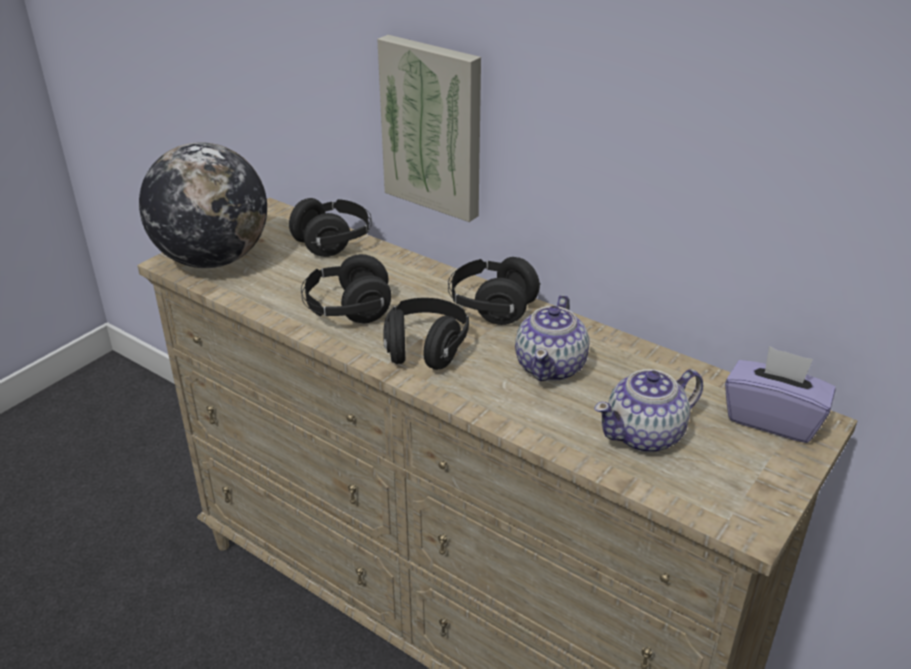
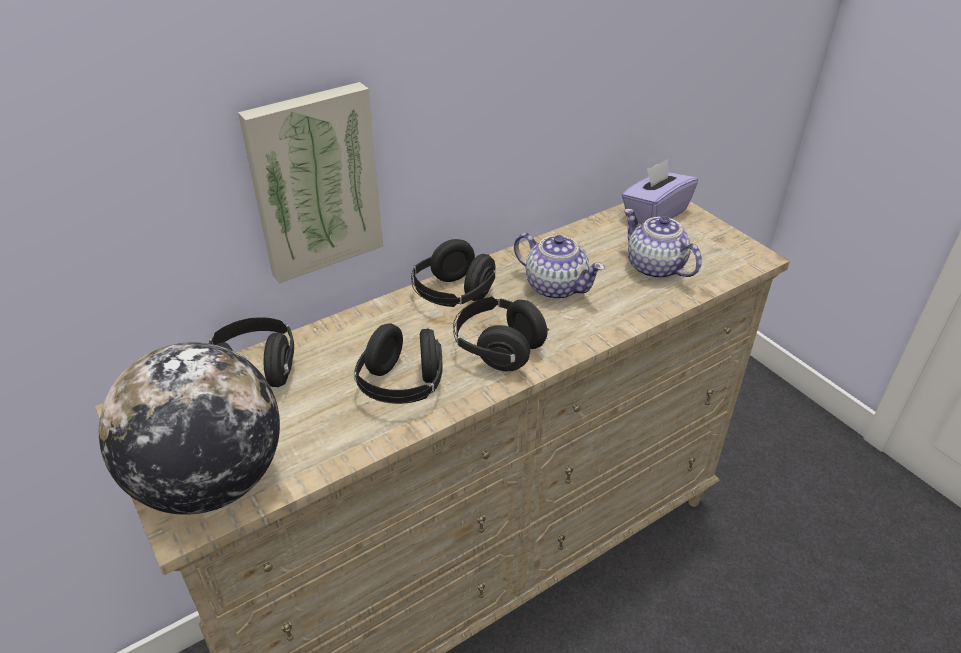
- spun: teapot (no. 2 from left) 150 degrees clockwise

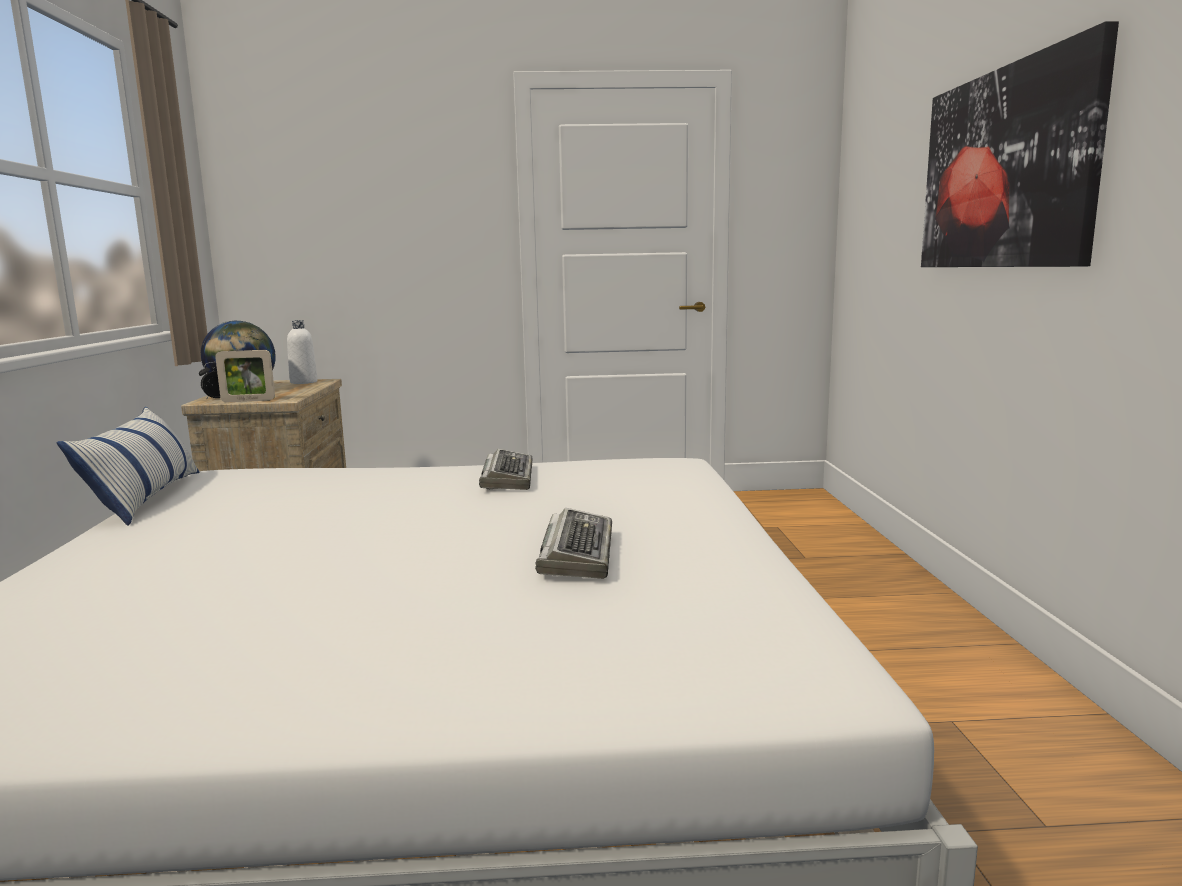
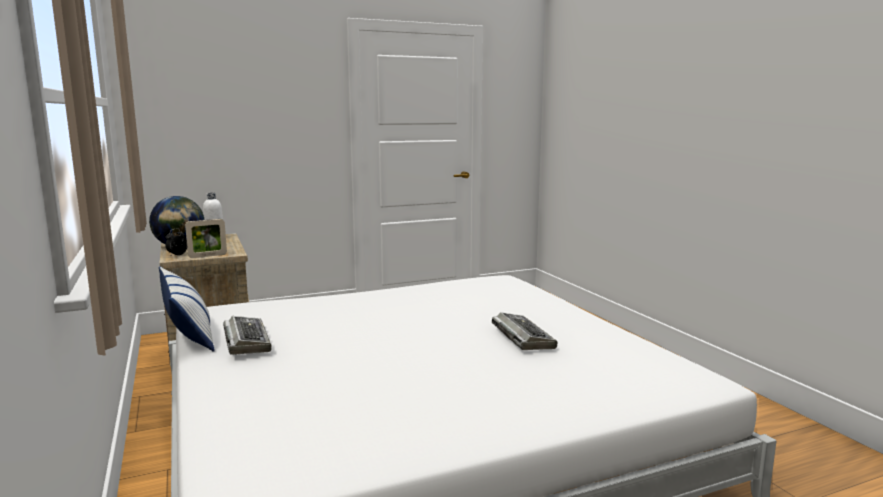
- missing: picture
- relocated: keyboard (no. 1 from left)

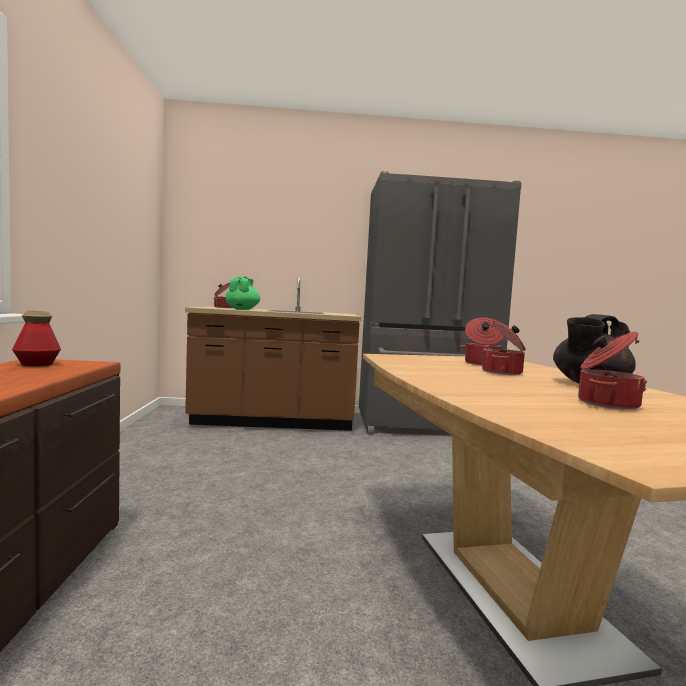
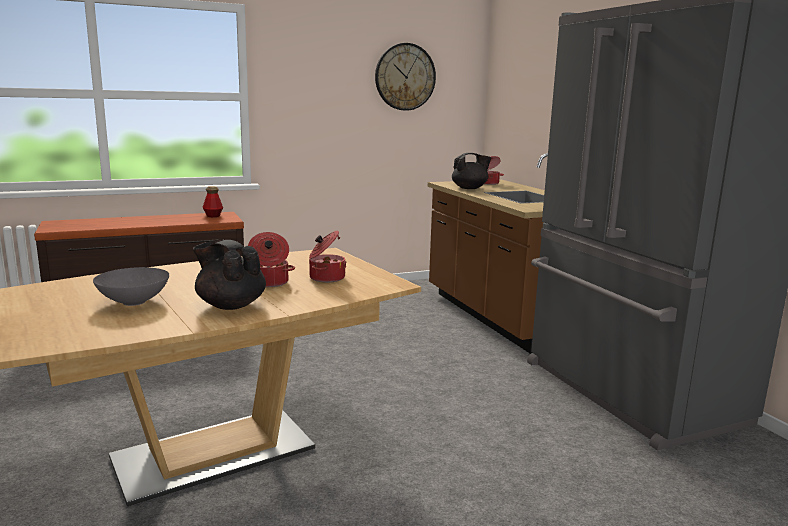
- colour: teapot (green) to teapot (black) (no. 2 from left)
- exchanged: cooking pot (no. 4 from left) to bowl (grey)
- appeared: wall clock

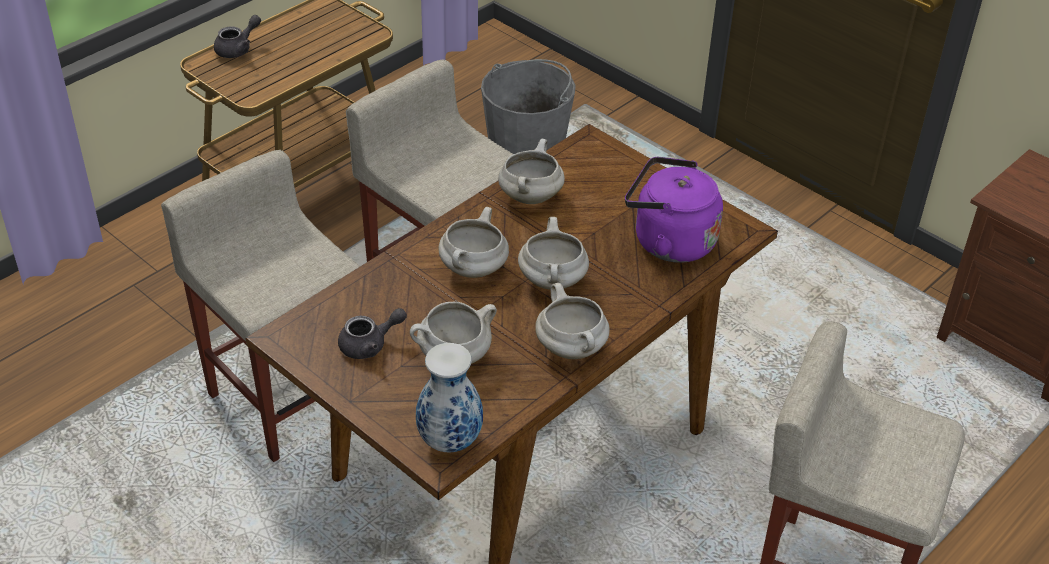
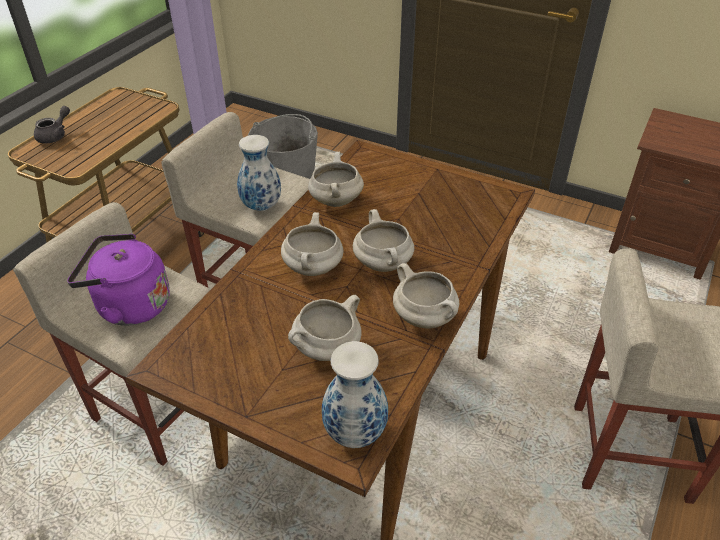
- relocated: kettle (purple)
- missing: teapot (grey) (no. 2 from left)
- appeared: vase (no. 1 from left)

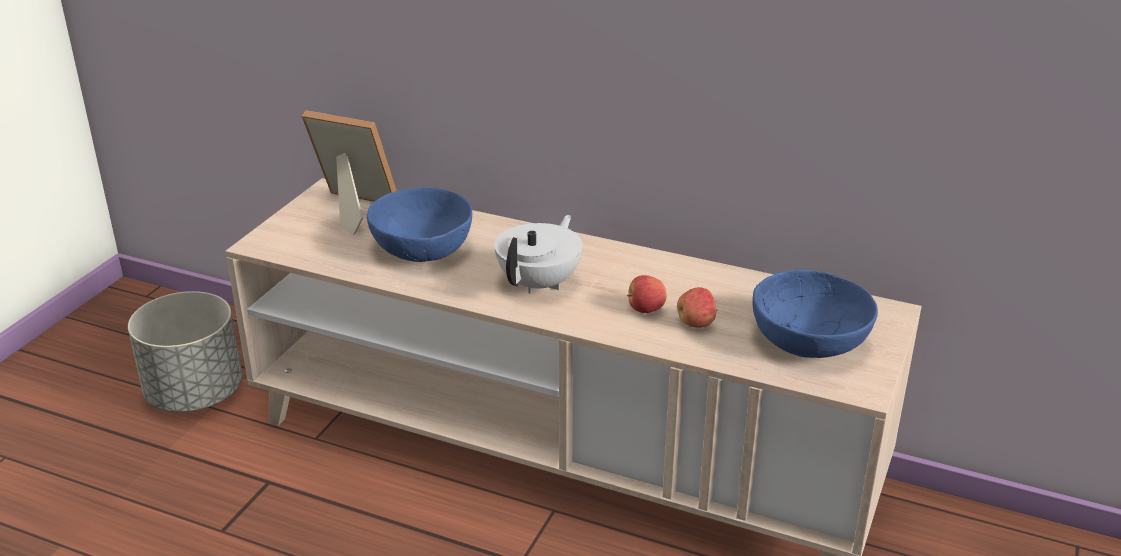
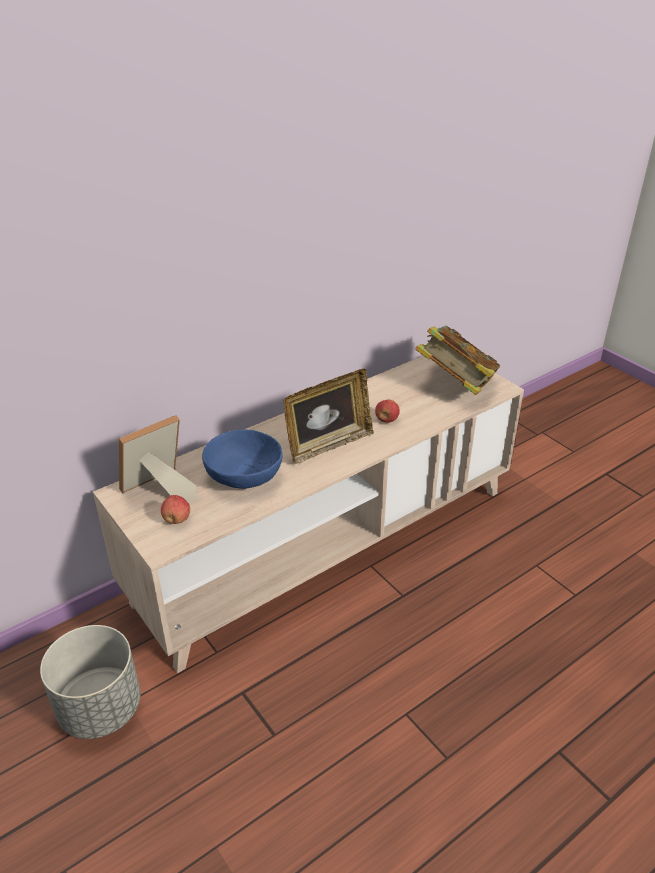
- exchanged: teapot (white) to picture frame (no. 2 from left)
- exchanged: bowl (blue) (no. 2 from left) to book
- relocated: apple (no. 2 from left in the first image) to apple (no. 1 from left)

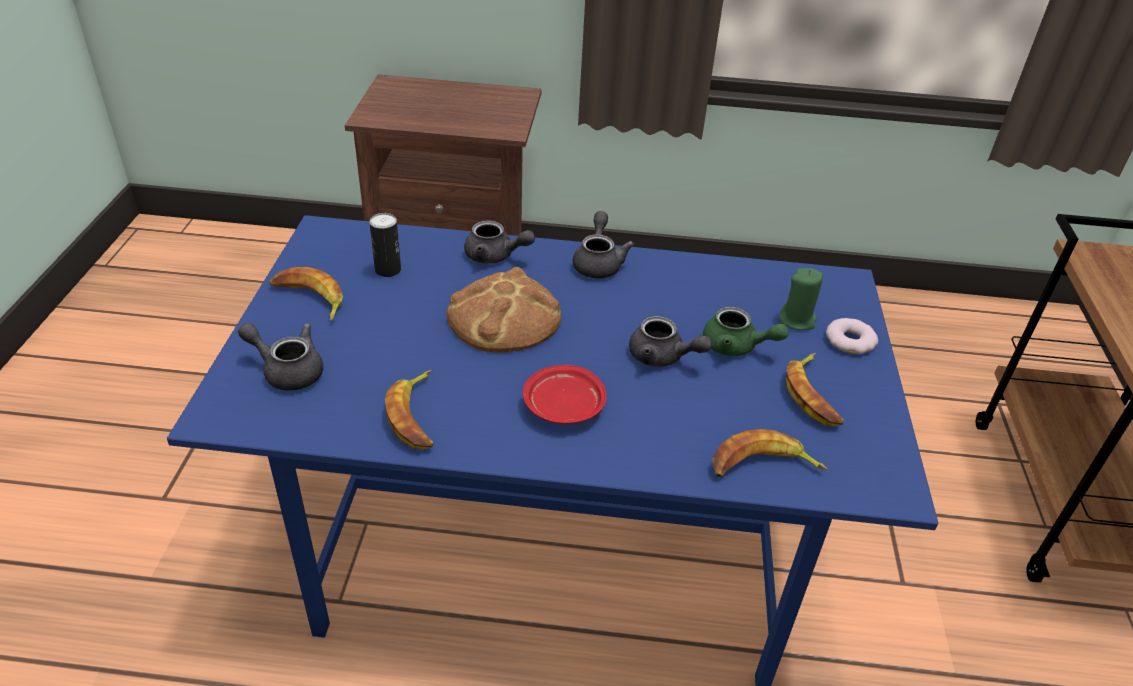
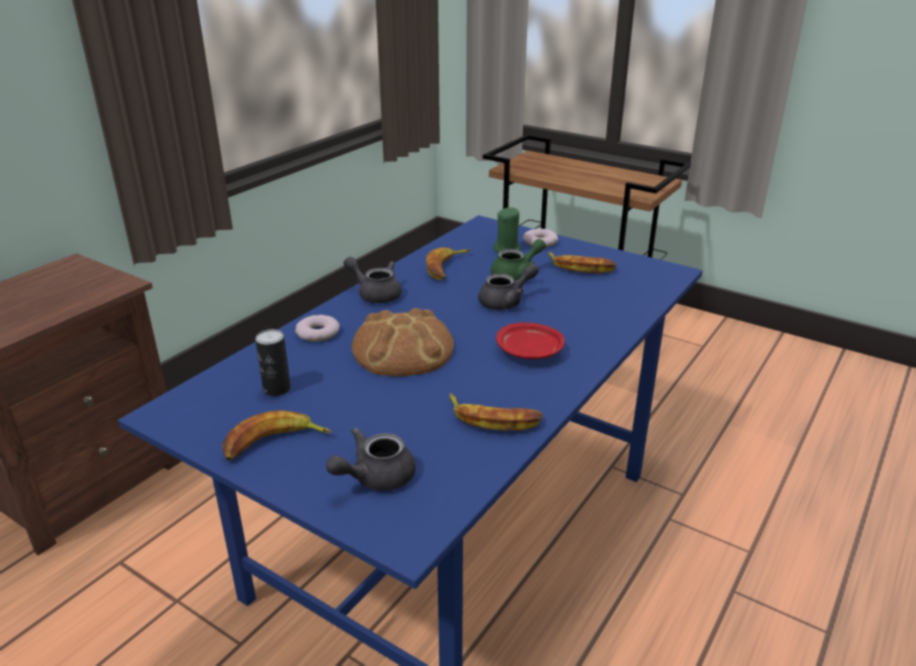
- exchanged: teapot (grey) (no. 2 from left) to donut (no. 1 from left)
- relocated: banana (no. 3 from left in the first image) to banana (no. 2 from left)

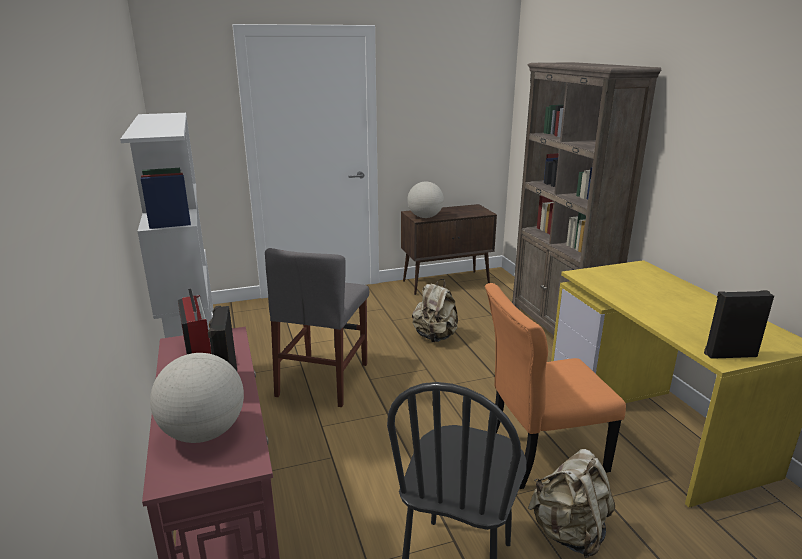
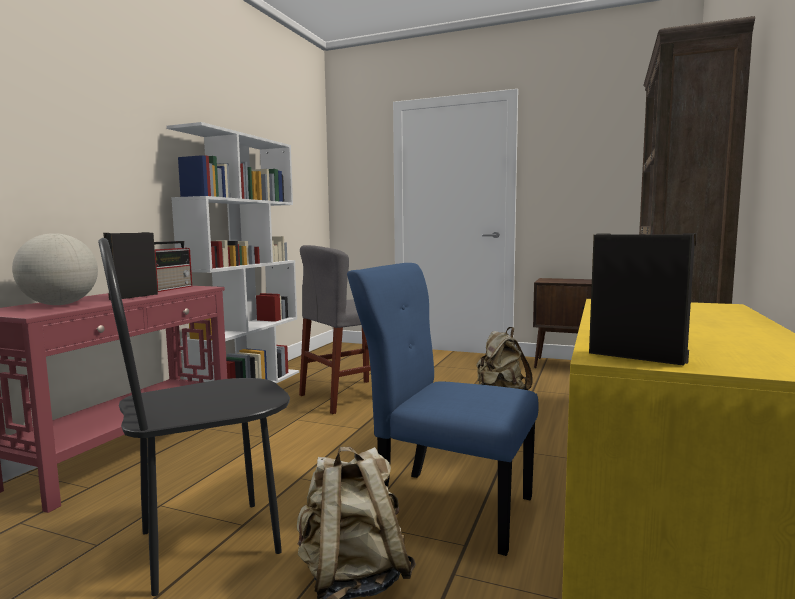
- missing: globe (no. 2 from left)
- colour: chair (orange) to chair (blue)

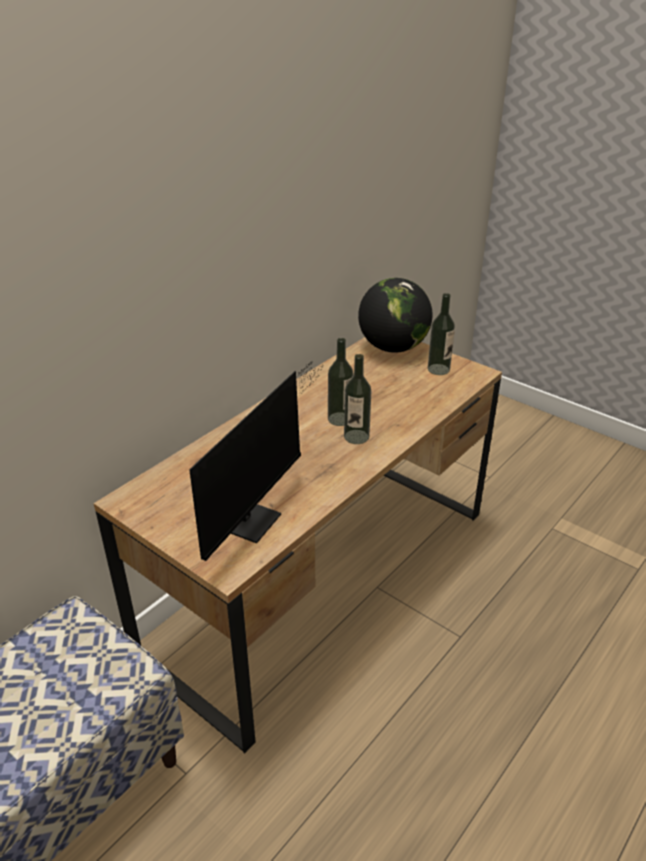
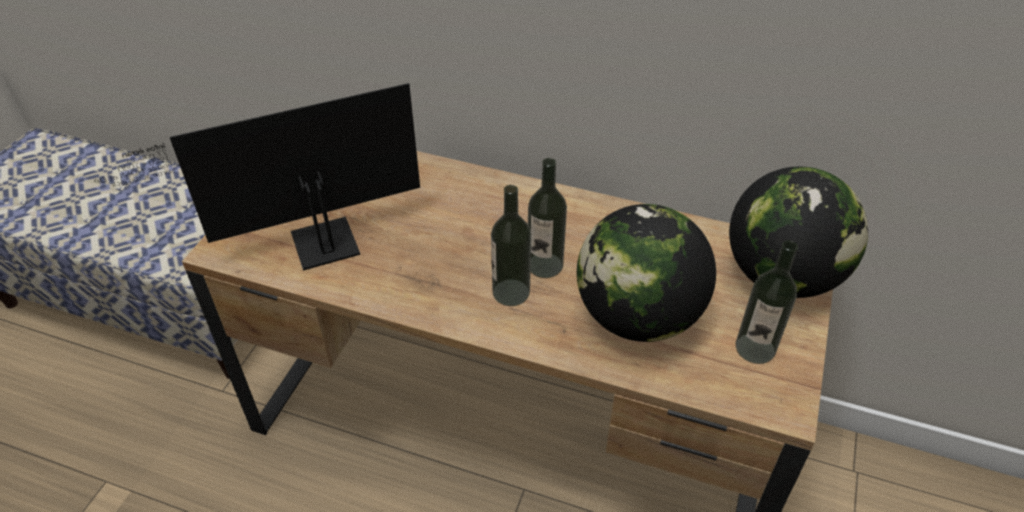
- spun: monitor 150 degrees clockwise
- appeared: globe (no. 1 from left)

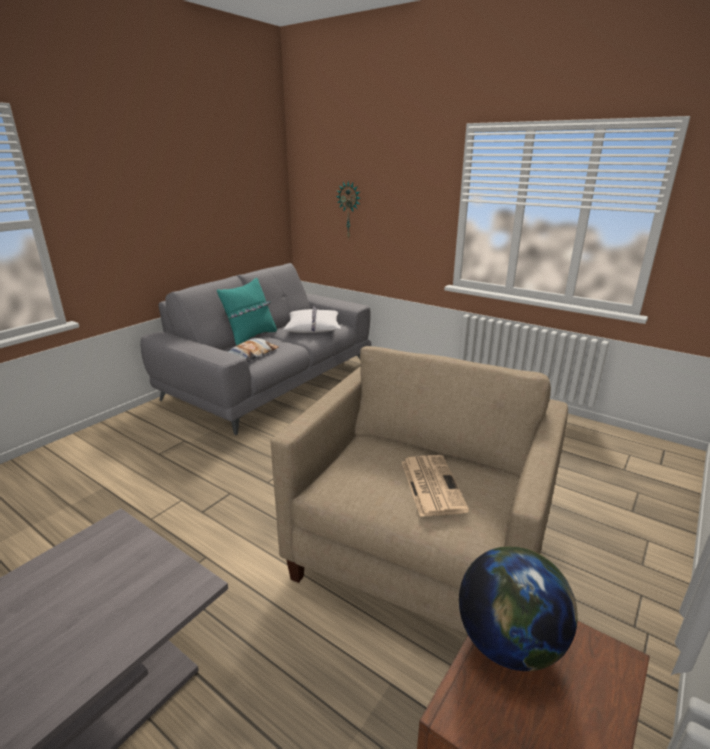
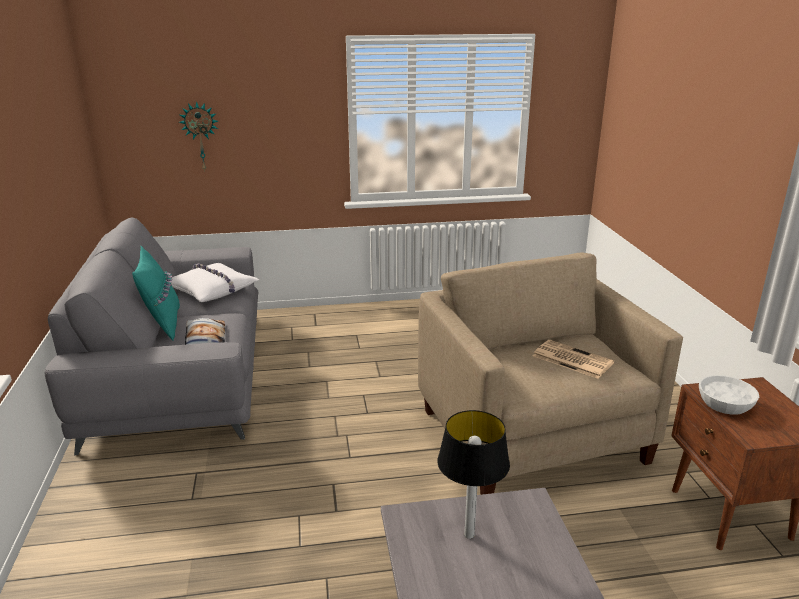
- exchanged: globe to bowl (white)
- appeared: table lamp

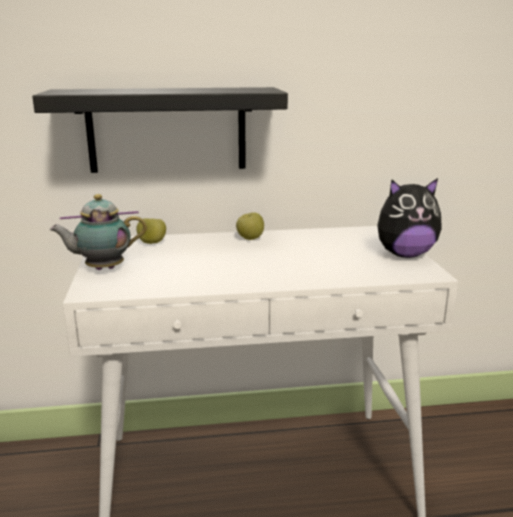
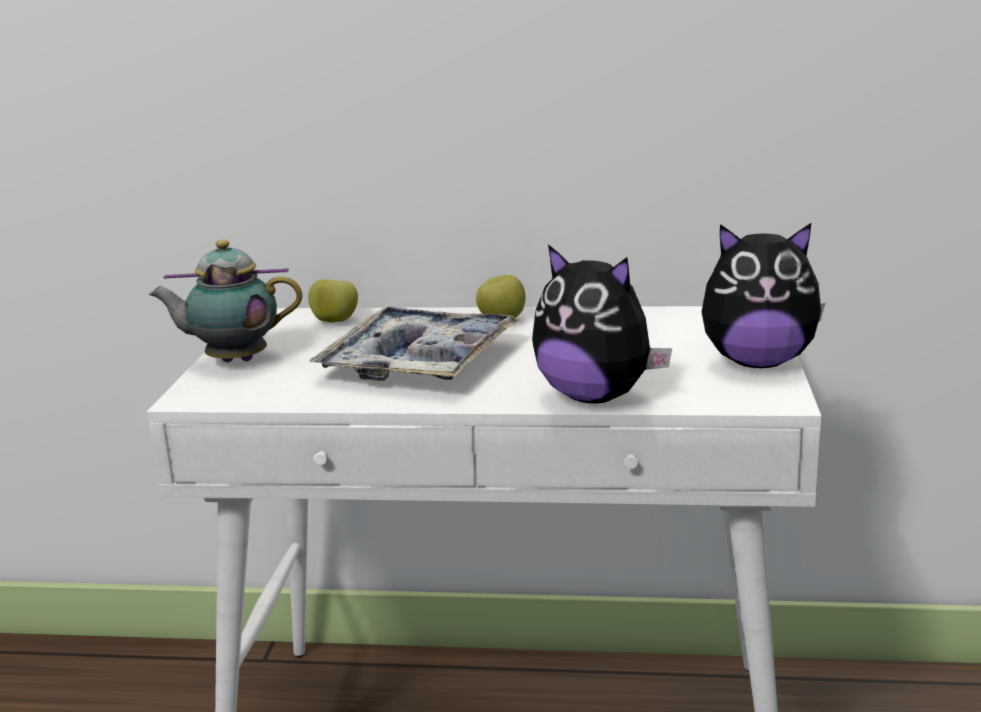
- missing: shelf (black)
- appeared: plush toy (no. 1 from left)
- appeared: tray

